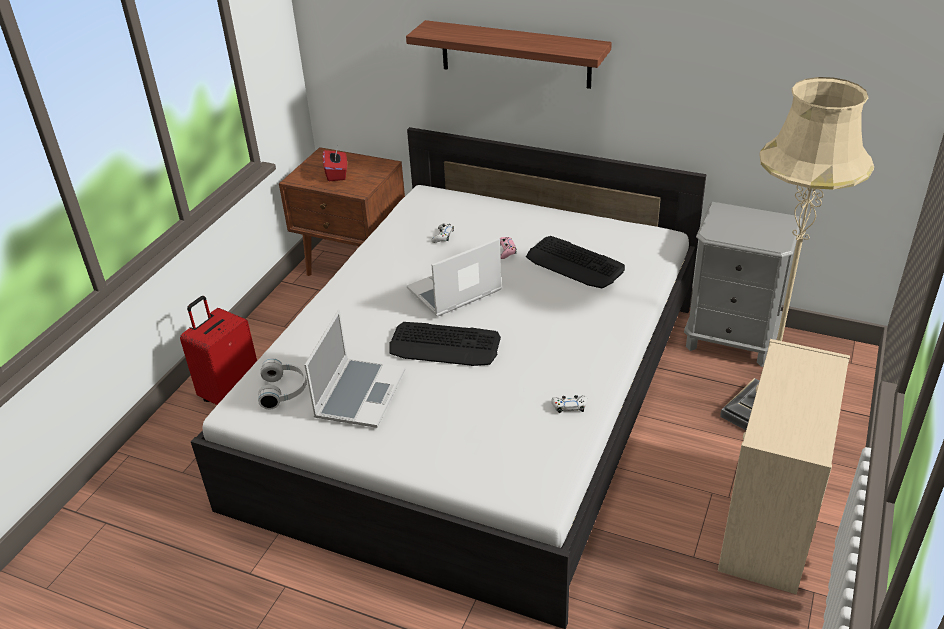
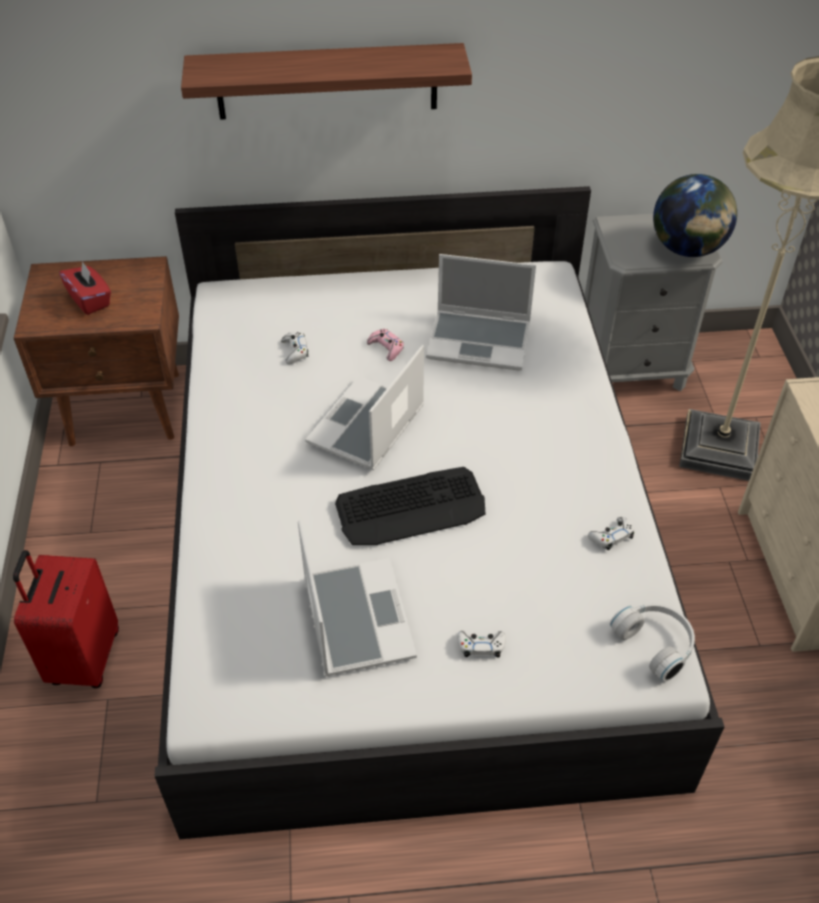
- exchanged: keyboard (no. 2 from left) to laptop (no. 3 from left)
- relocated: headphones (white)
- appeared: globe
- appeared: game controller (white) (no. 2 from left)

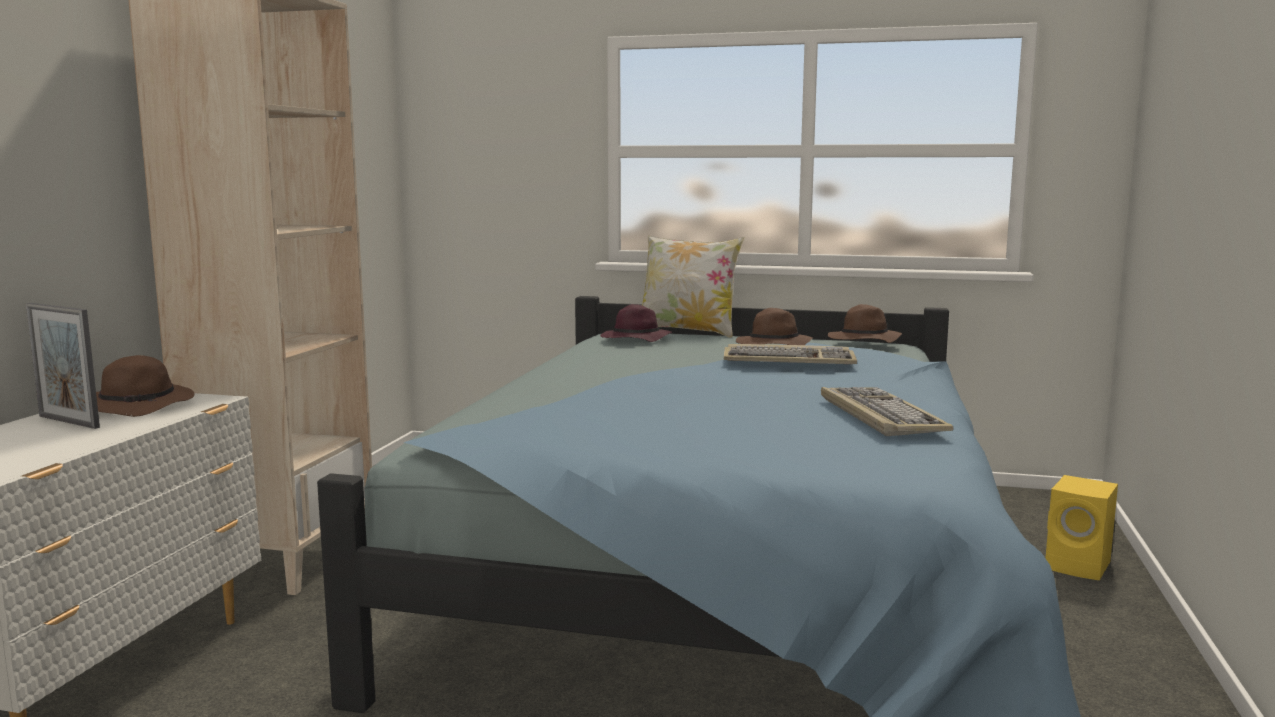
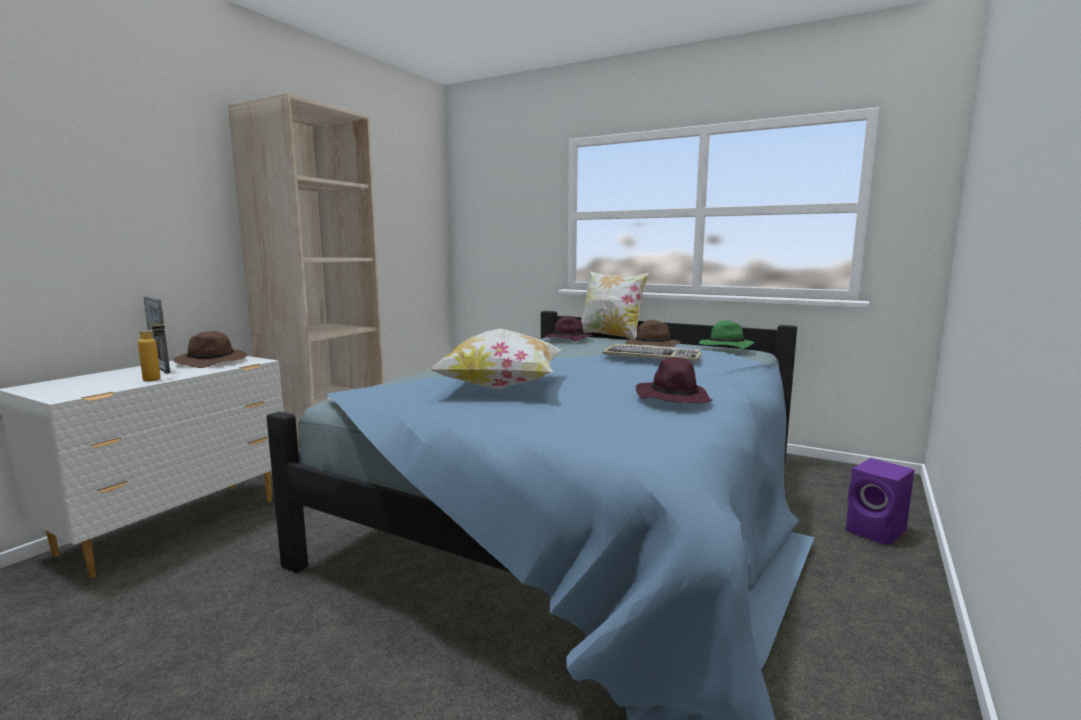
- colour: hat (brown) (no. 3 from left) to hat (green)
- exchanged: keyboard (no. 2 from left) to hat (purple) (no. 2 from left)
- colour: speaker (yellow) to speaker (purple)
- appeared: bottle
- appeared: pillow (no. 1 from left)

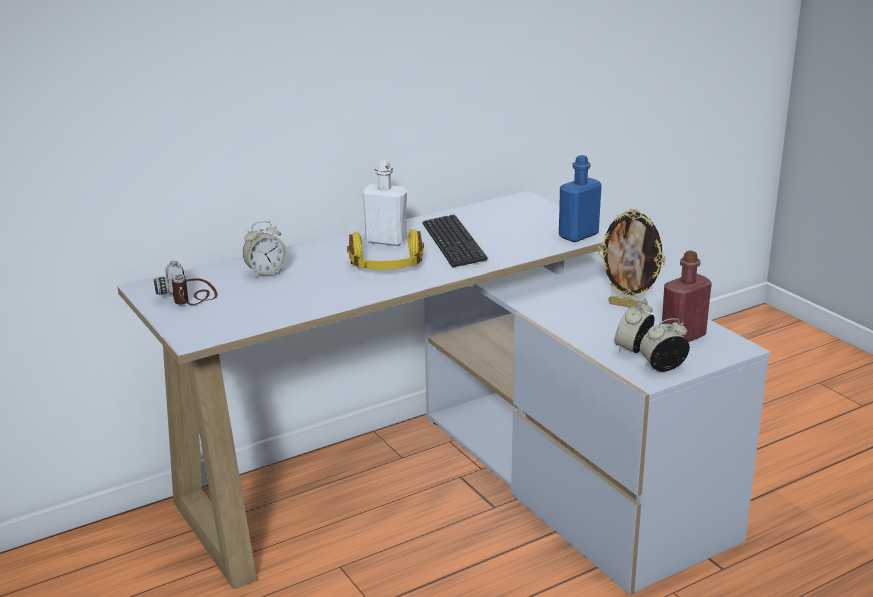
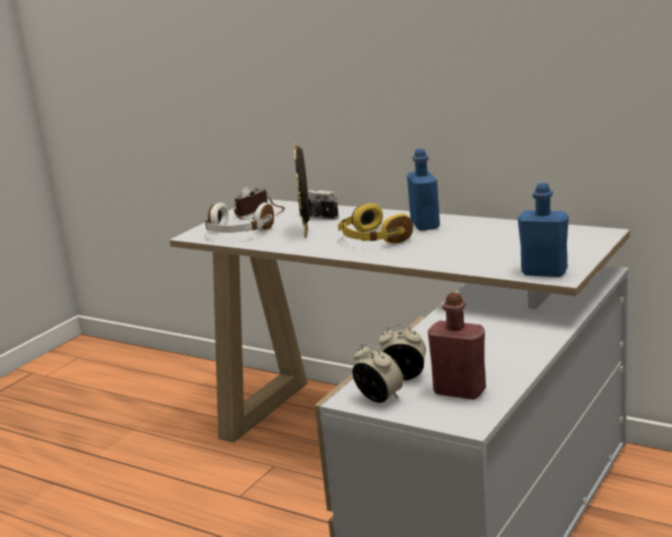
- colour: bottle (white) to bottle (blue) (no. 1 from left)
- relocated: picture frame
- missing: keyboard
- exchanged: alarm clock (no. 1 from left) to photo camera (no. 2 from left)
- appeared: headphones (white)

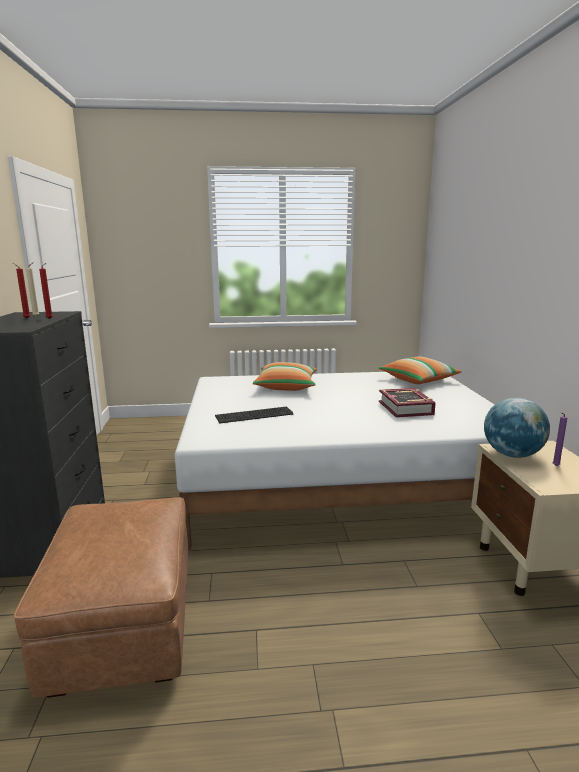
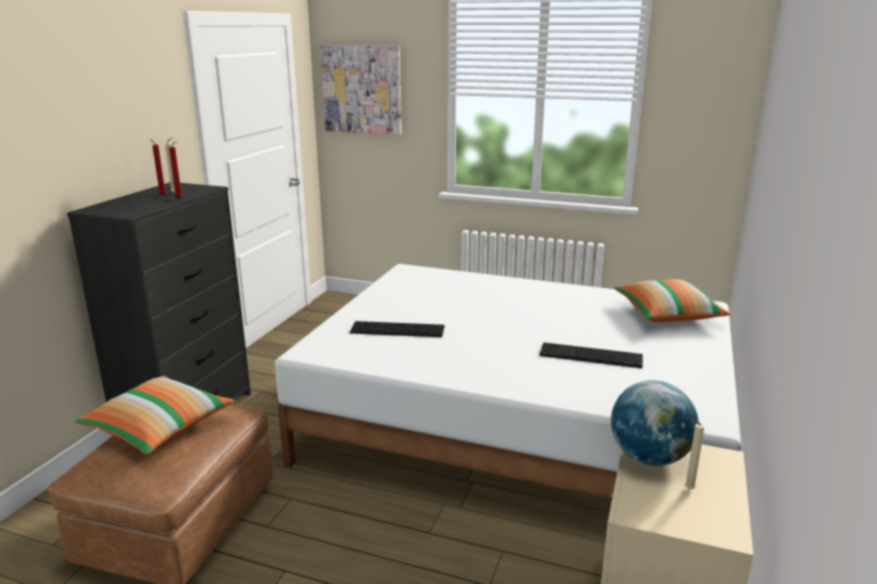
- relocated: pillow (no. 1 from left)
- exchanged: book to keyboard (no. 2 from left)
- colour: candle (purple) to candle (beige) (no. 2 from left)
- appeared: picture

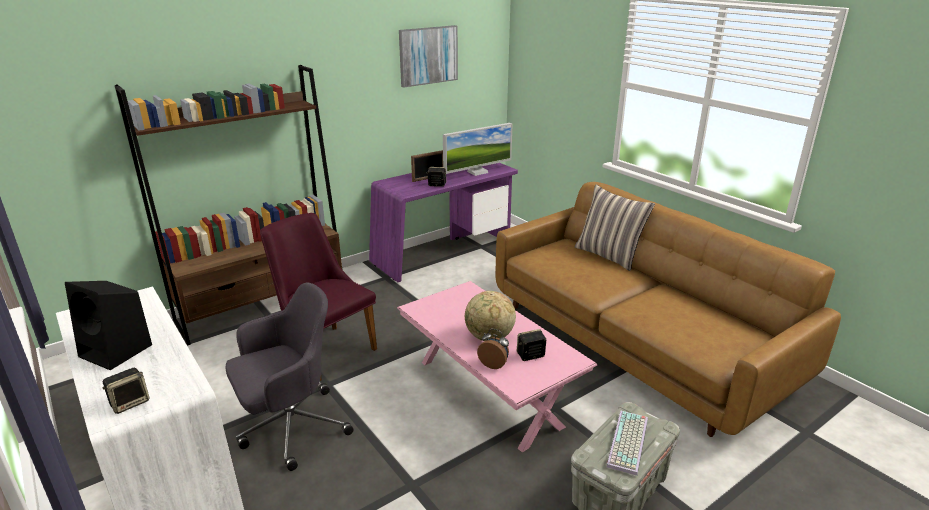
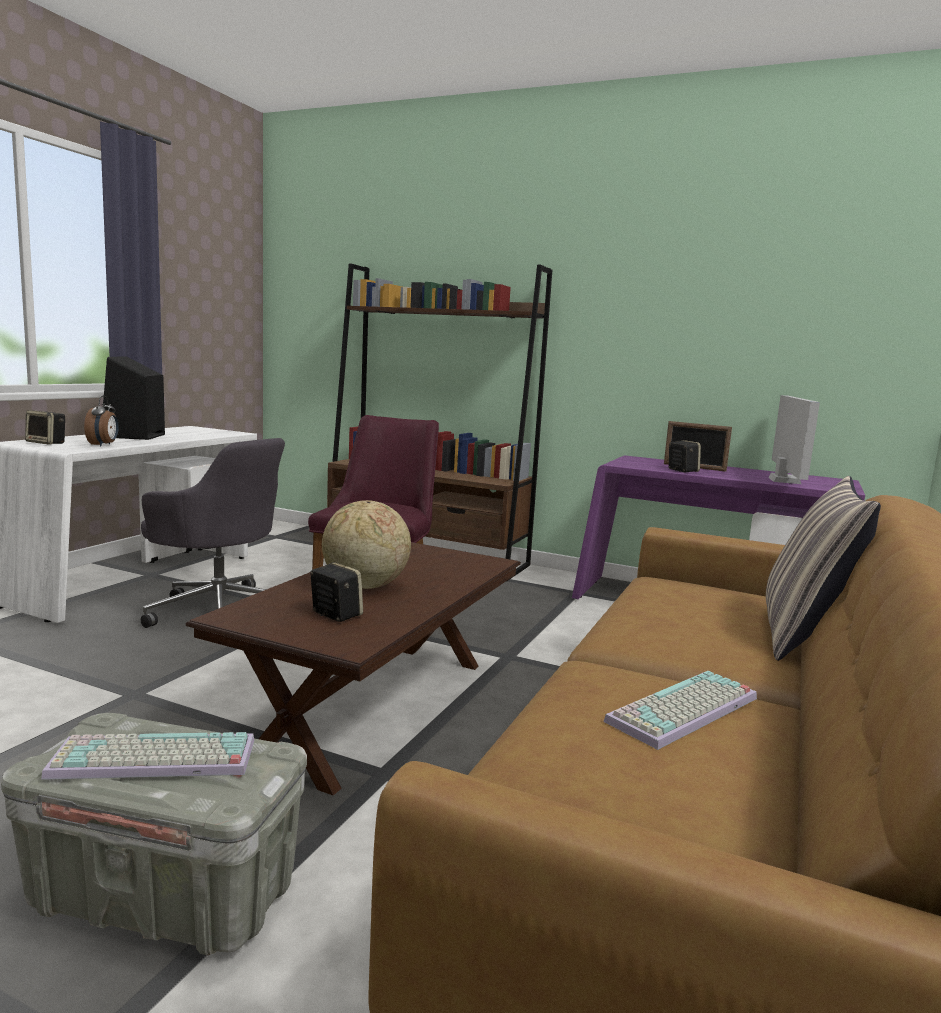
- missing: picture
- spun: monitor 105 degrees counterclockwise
- colour: coffee table (pink) to coffee table (brown)
- relocated: alarm clock
- appeared: keyboard (no. 2 from left)

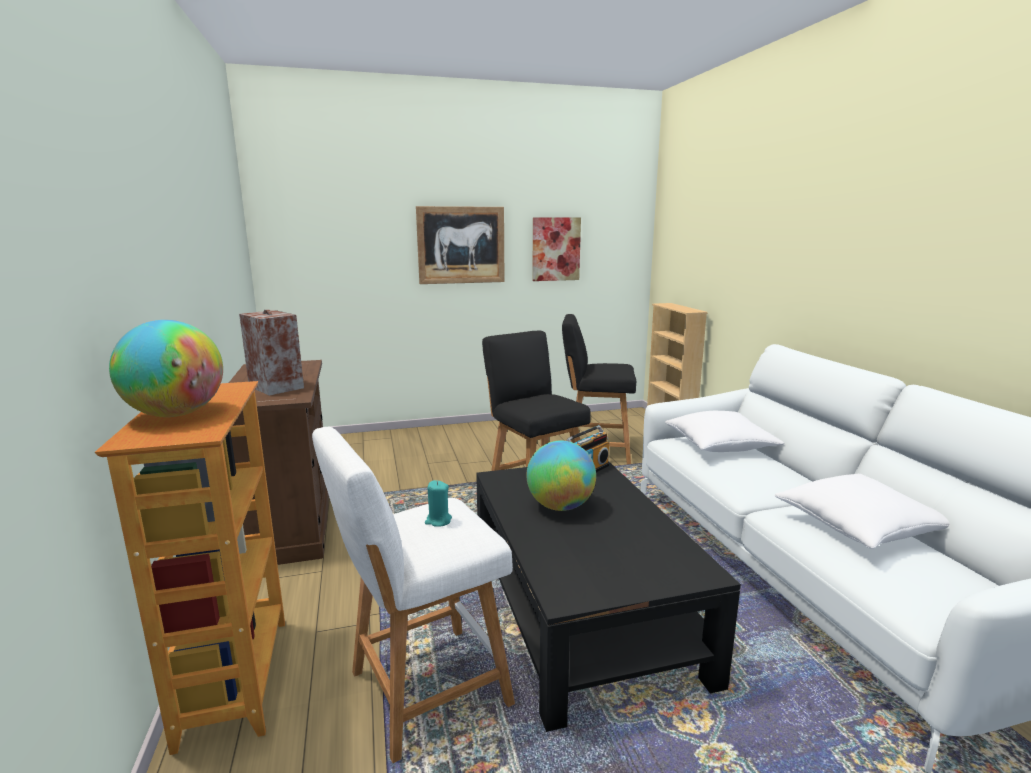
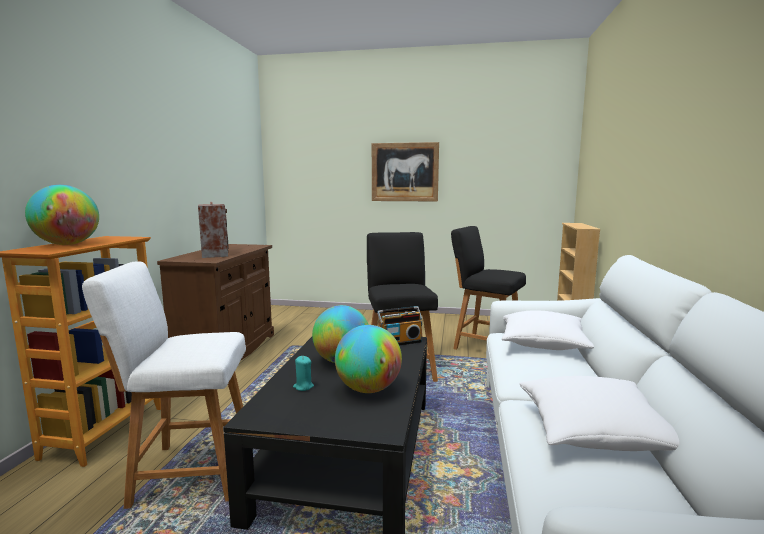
- missing: picture (no. 2 from left)
- relocated: candle (turquoise)
- appeared: globe (no. 3 from left)

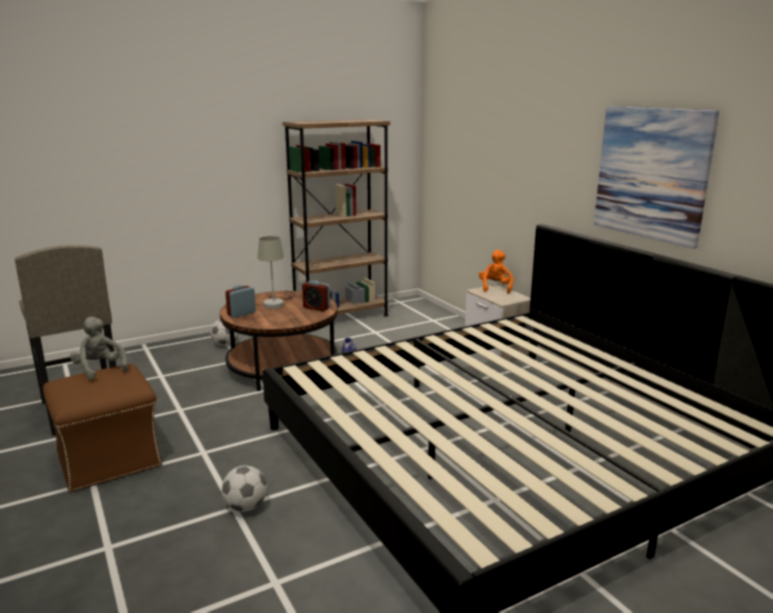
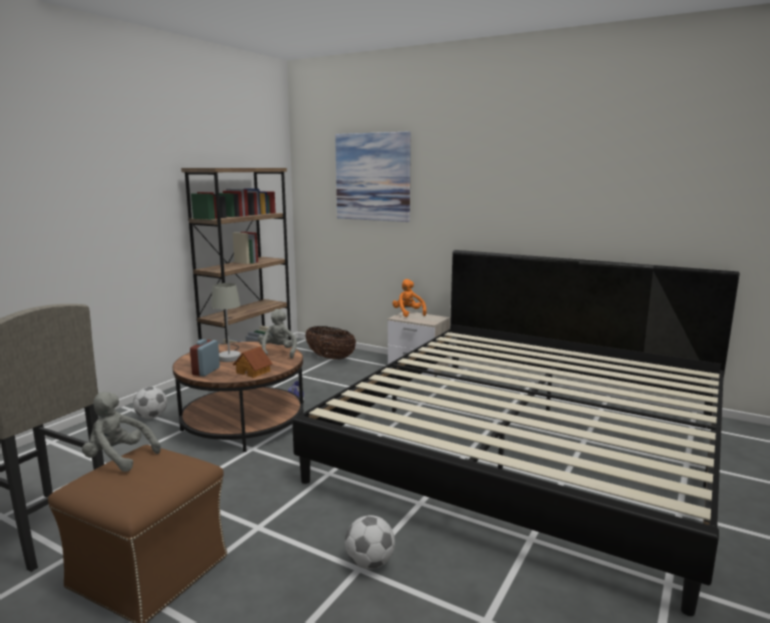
- relocated: picture
- exchanged: alarm clock (no. 2 from left) to plush toy (grey) (no. 2 from left)
- appeared: basket
- appeared: toy house

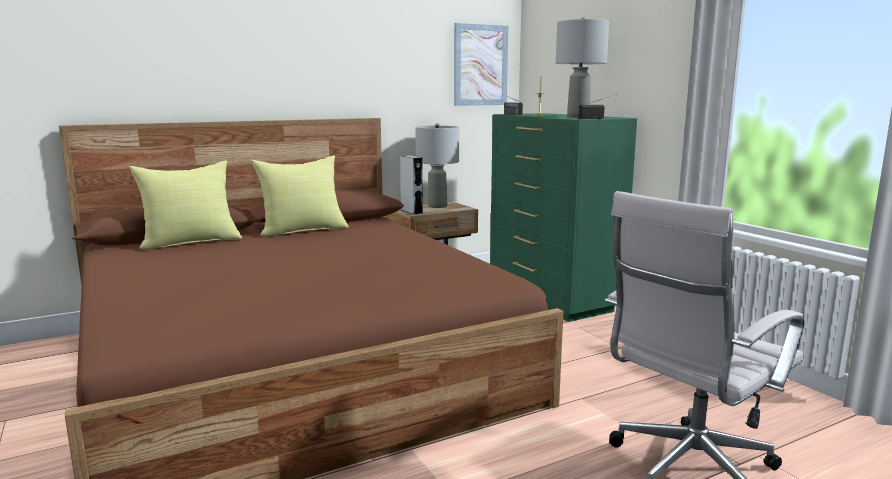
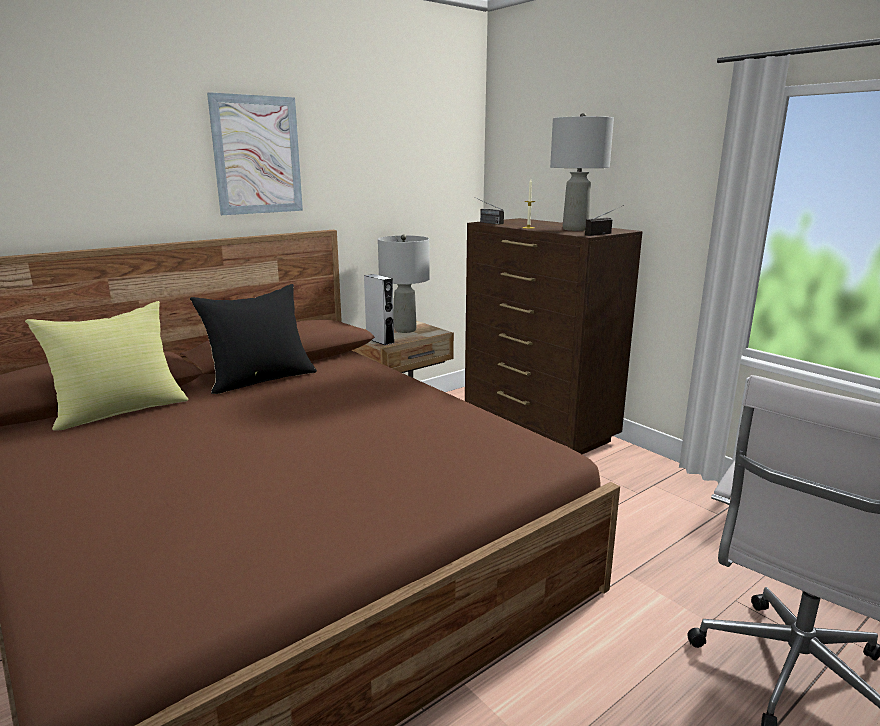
- relocated: picture
- colour: dresser (green) to dresser (brown)
- colour: pillow (yellow) (no. 2 from left) to pillow (black)

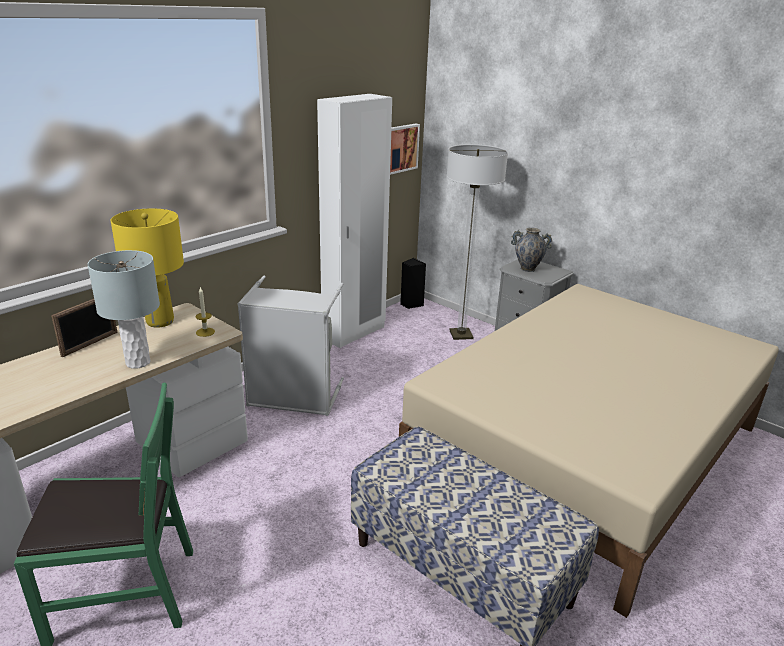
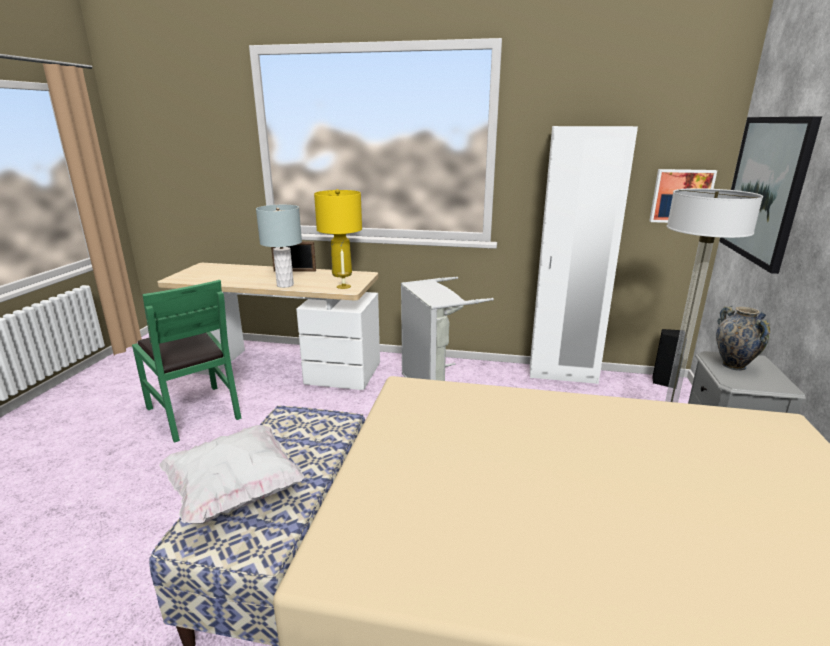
- appeared: picture (no. 2 from left)
- appeared: pillow (white)

